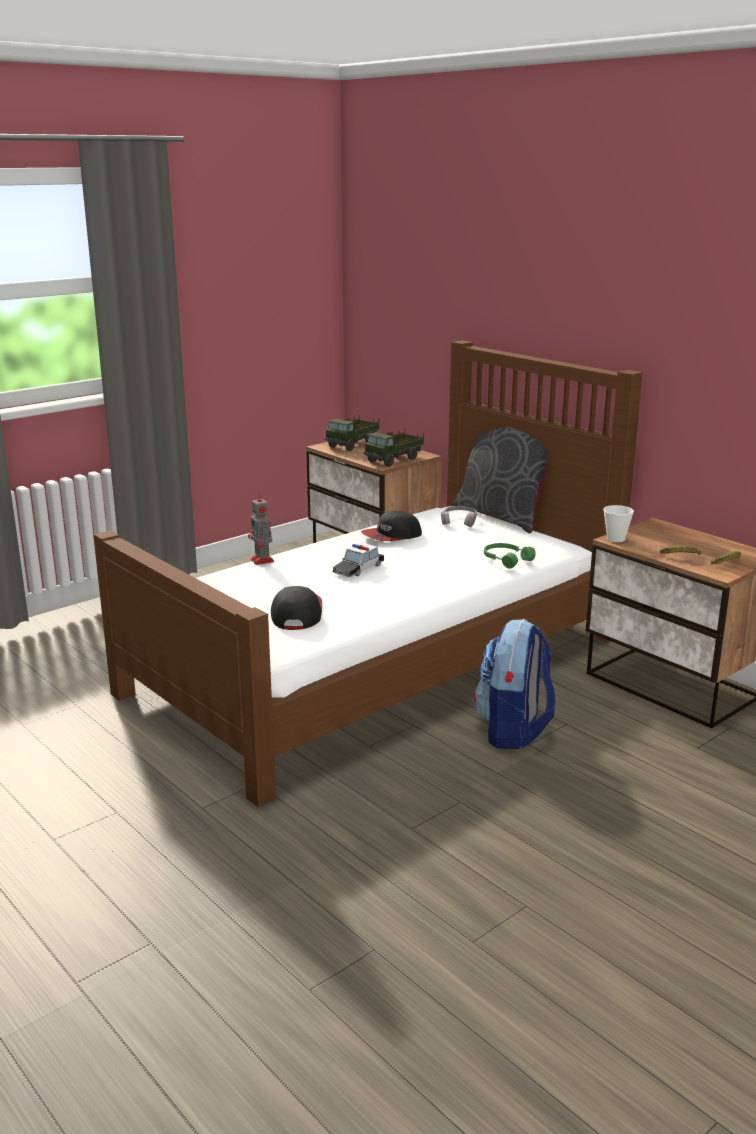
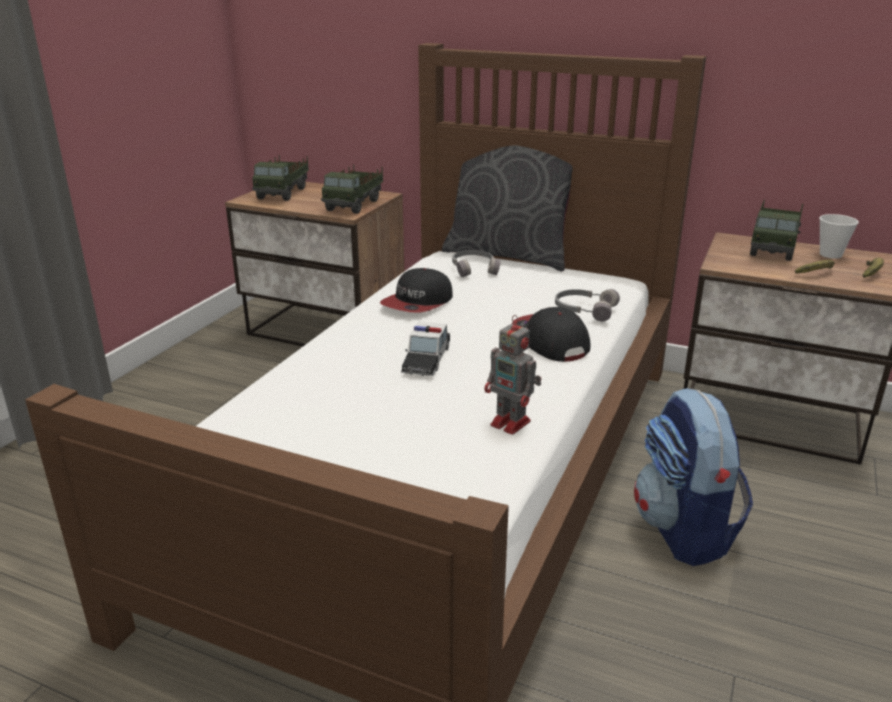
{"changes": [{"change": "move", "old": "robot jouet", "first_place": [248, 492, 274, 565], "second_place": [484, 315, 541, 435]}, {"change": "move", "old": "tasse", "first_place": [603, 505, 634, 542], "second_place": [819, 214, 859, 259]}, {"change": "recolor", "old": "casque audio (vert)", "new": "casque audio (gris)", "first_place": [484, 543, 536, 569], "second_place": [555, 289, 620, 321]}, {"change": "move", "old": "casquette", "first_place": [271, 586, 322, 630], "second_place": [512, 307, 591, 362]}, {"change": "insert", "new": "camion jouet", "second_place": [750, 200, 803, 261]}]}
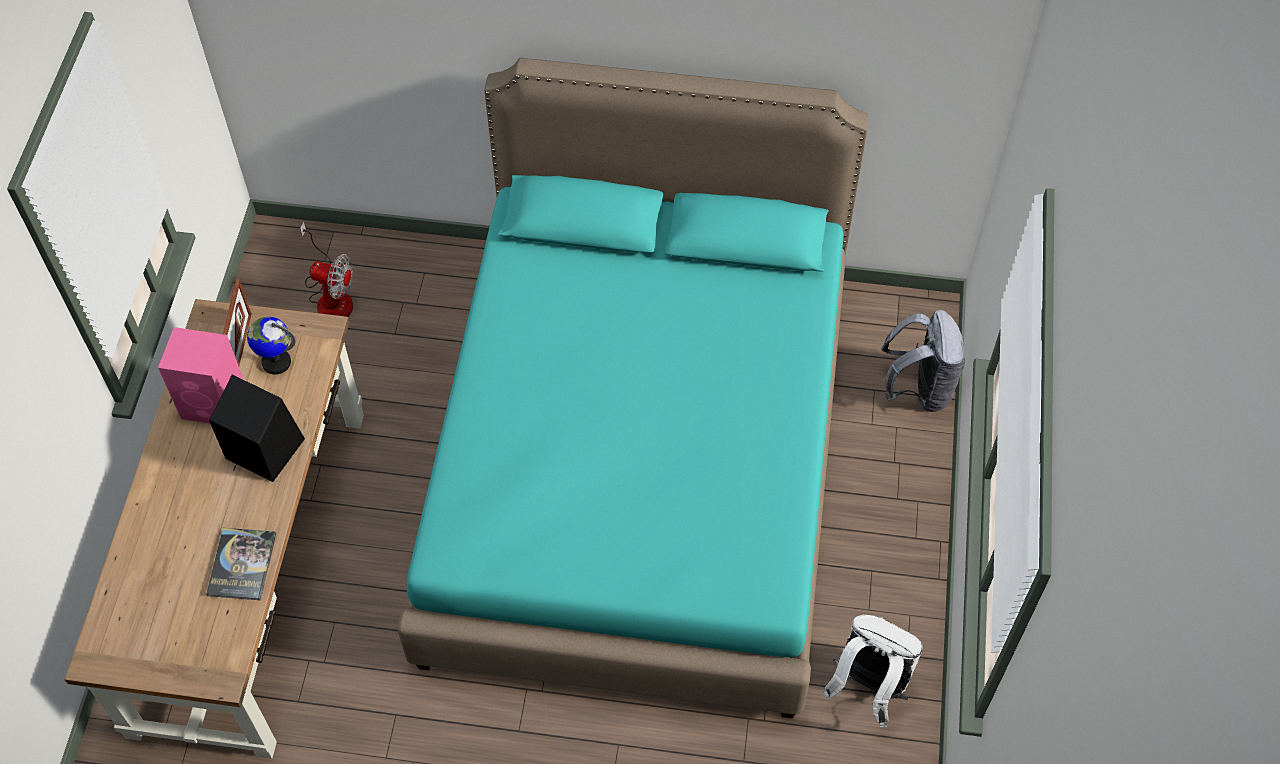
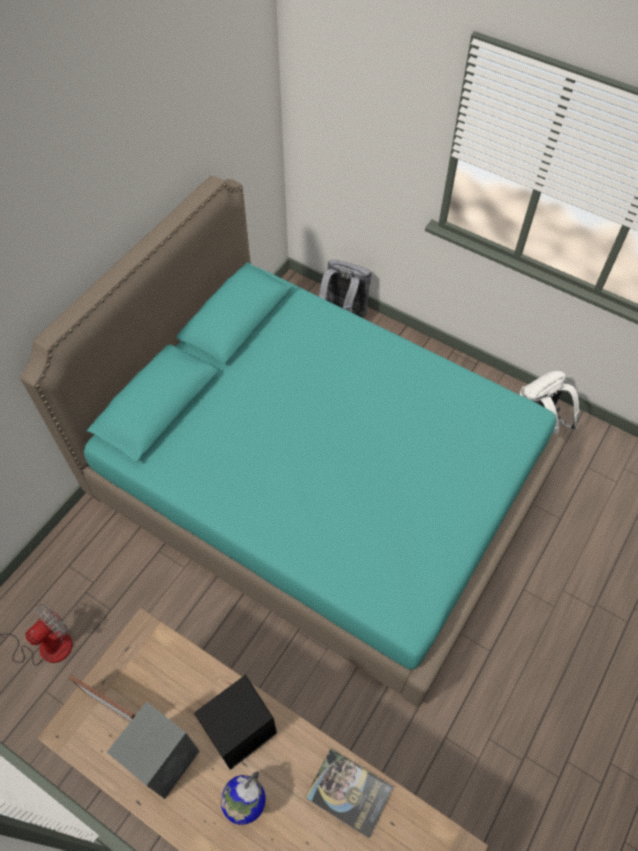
{"changes": [{"change": "move", "old": "globe", "first_place": [247, 317, 296, 375], "second_place": [221, 771, 265, 825]}, {"change": "recolor", "old": "enceinte (rose)", "new": "enceinte (gris)", "first_place": [158, 327, 244, 424], "second_place": [107, 702, 200, 799]}]}
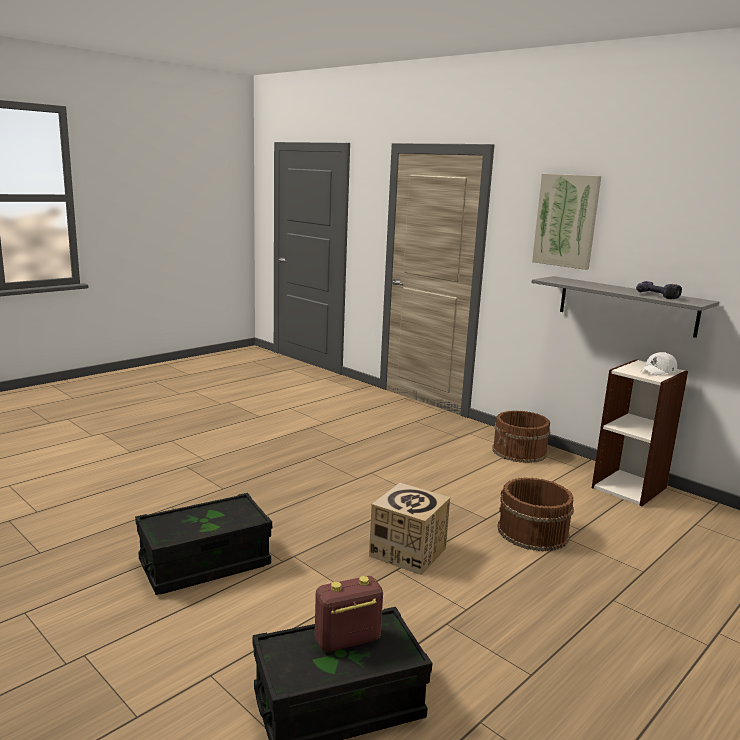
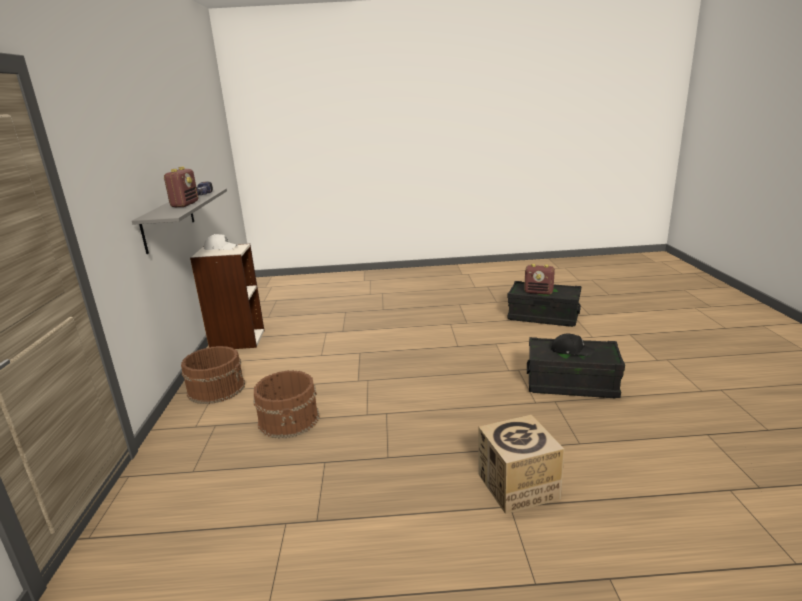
{"changes": [{"change": "delete", "old": "tableau", "first_place": [532, 174, 601, 270]}, {"change": "move", "old": "seau (marron)", "first_place": [497, 477, 574, 551], "second_place": [254, 370, 320, 439]}, {"change": "move", "old": "carton", "first_place": [369, 482, 450, 575], "second_place": [478, 415, 564, 514]}, {"change": "insert", "new": "radio", "second_place": [164, 167, 198, 207]}, {"change": "insert", "new": "casquette (noir)", "second_place": [551, 333, 595, 356]}]}
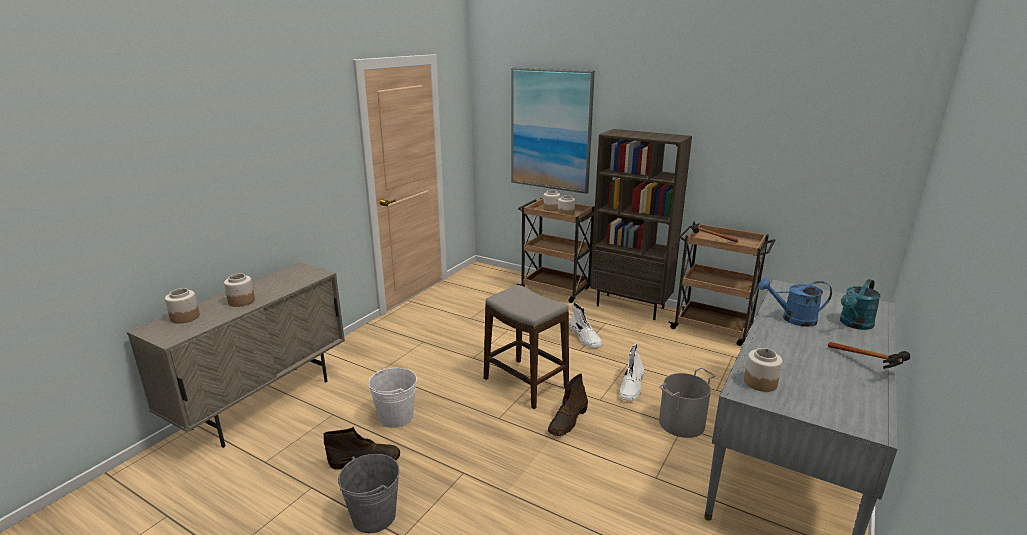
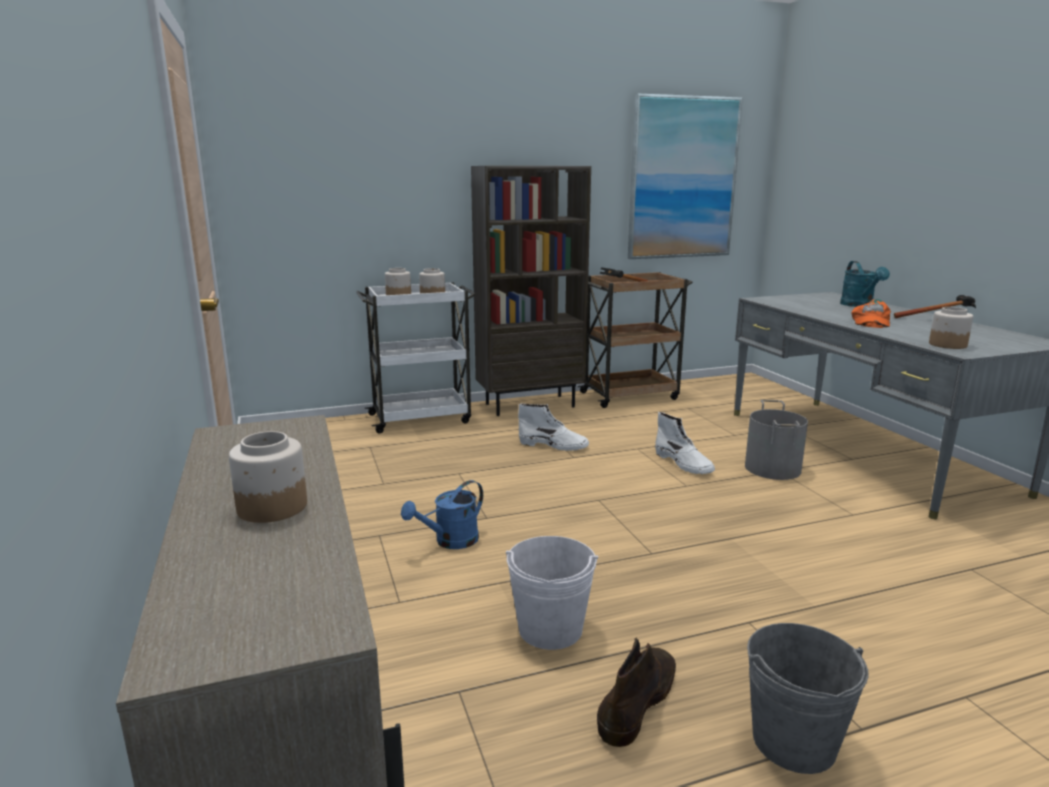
{"changes": [{"change": "move", "old": "tableau", "first_place": [511, 68, 595, 194], "second_place": [628, 93, 743, 259]}, {"change": "recolor", "old": "chariot (marron)", "new": "chariot (blanc)", "first_place": [517, 198, 595, 303], "second_place": [356, 282, 476, 434]}, {"change": "move", "old": "arrosoir (bleu)", "first_place": [758, 278, 832, 327], "second_place": [401, 480, 483, 549]}, {"change": "delete", "old": "tabouret", "first_place": [484, 285, 569, 409]}, {"change": "delete", "old": "bocal", "first_place": [165, 288, 200, 324]}, {"change": "delete", "old": "botte (marron)", "first_place": [548, 374, 588, 436]}, {"change": "insert", "new": "casquette (orange)", "second_place": [851, 299, 891, 328]}]}
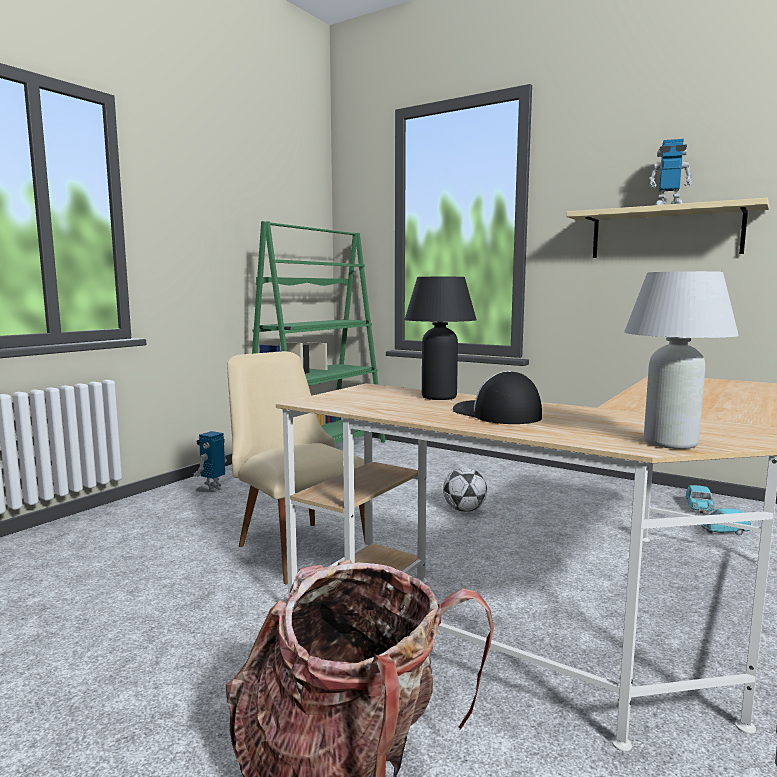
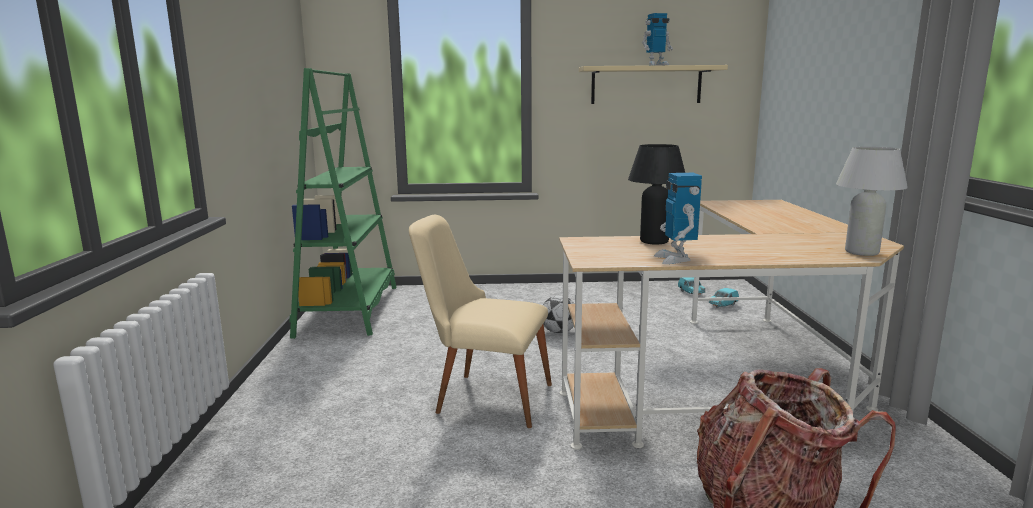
{"changes": [{"change": "delete", "old": "casquette", "first_place": [453, 371, 542, 424]}, {"change": "move", "old": "robot jouet", "first_place": [193, 431, 227, 492], "second_place": [654, 173, 702, 264]}]}
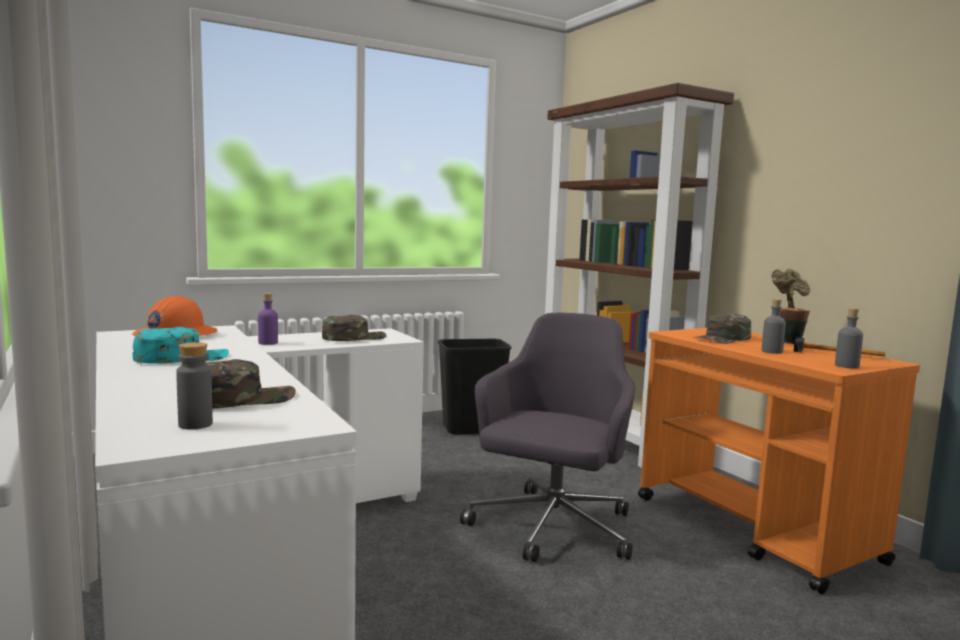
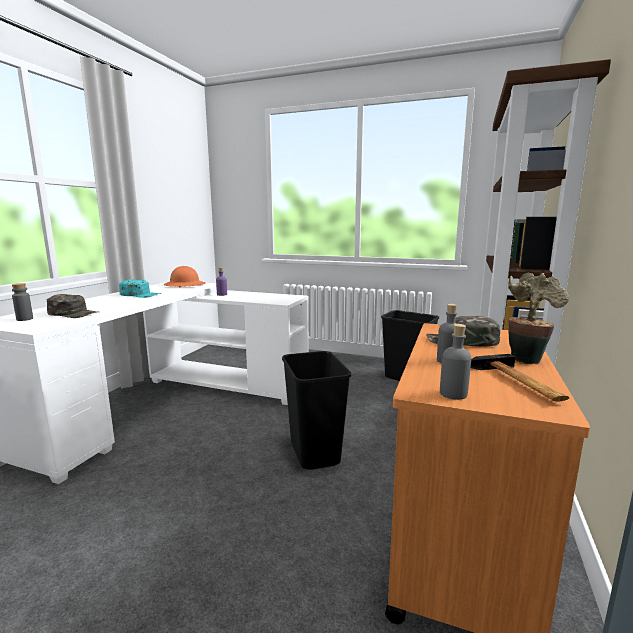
{"changes": [{"change": "replace", "old": "chaise de bureau (gris)", "new": "poubelle (noir)", "first_place": [460, 313, 635, 562], "second_place": [282, 351, 351, 470]}, {"change": "delete", "old": "casquette (vert)", "first_place": [322, 315, 386, 341]}]}
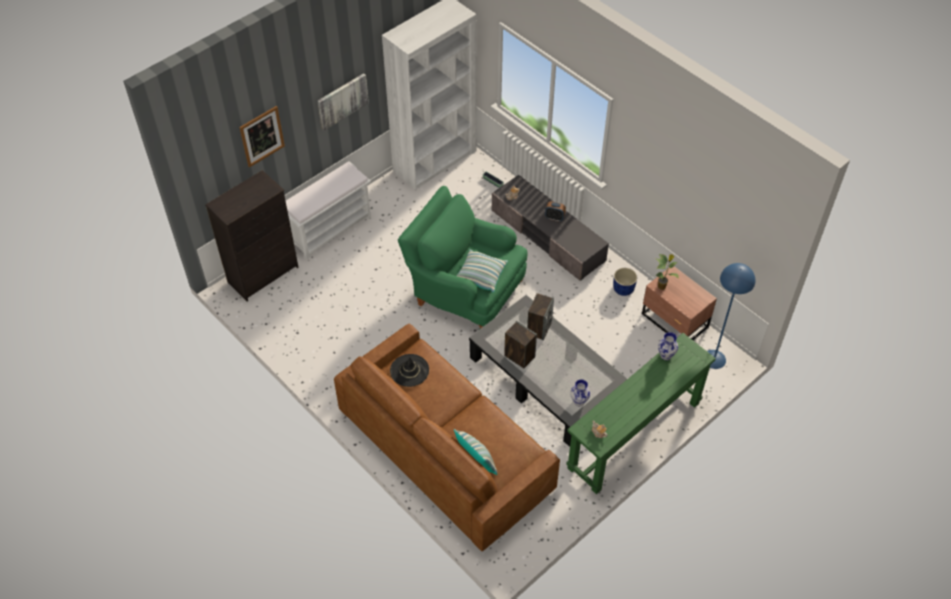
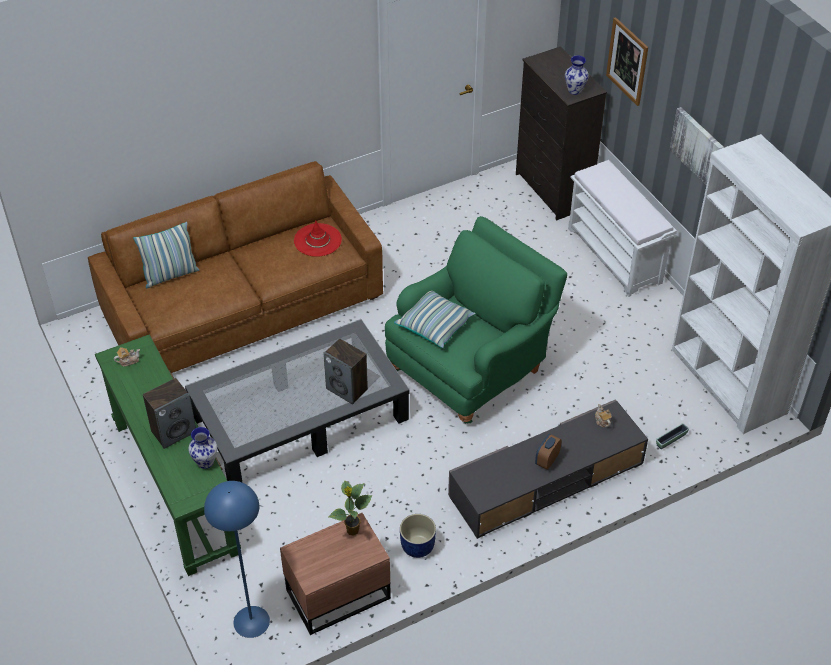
{"changes": [{"change": "move", "old": "enceinte", "first_place": [504, 321, 537, 368], "second_place": [143, 378, 196, 449]}, {"change": "recolor", "old": "chapeau (noir)", "new": "chapeau (rouge)", "first_place": [390, 354, 429, 387], "second_place": [294, 220, 342, 257]}, {"change": "move", "old": "vase", "first_place": [570, 379, 590, 407], "second_place": [565, 55, 589, 95]}]}
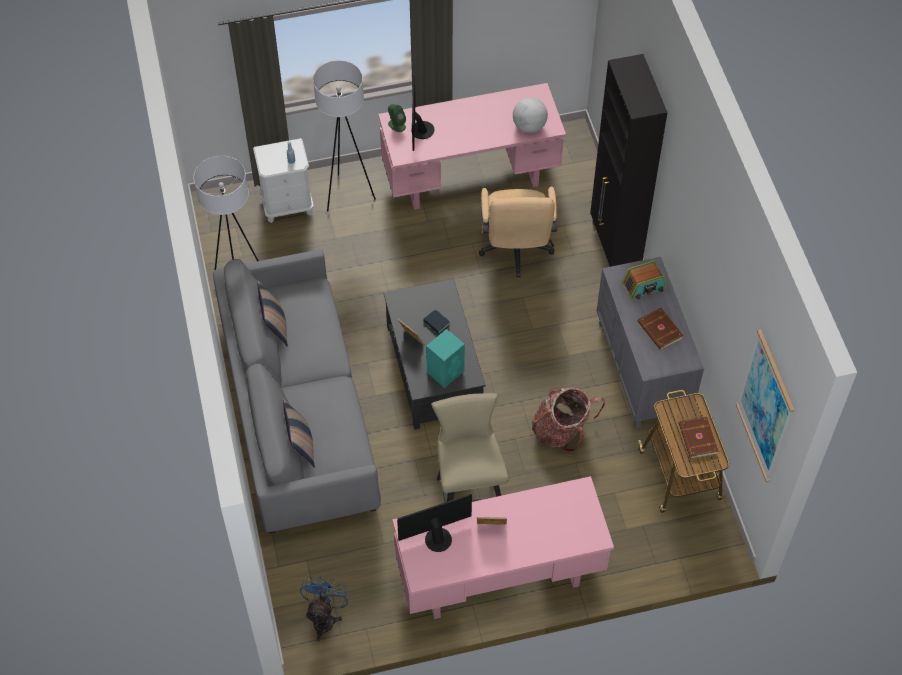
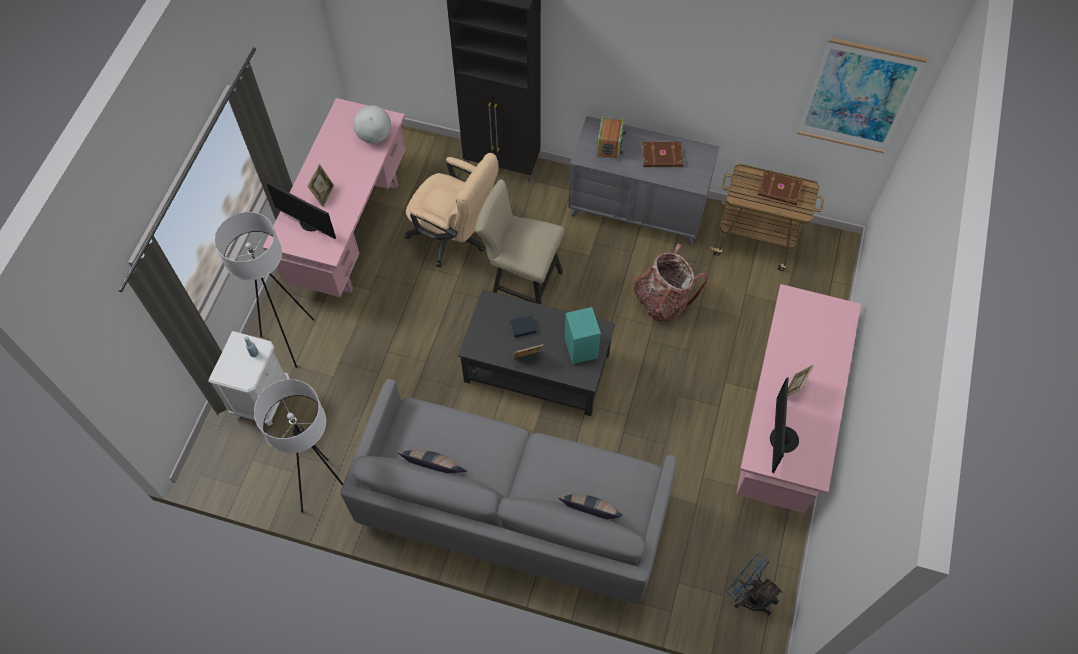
{"changes": [{"change": "delete", "old": "enceinte (vert)", "first_place": [388, 104, 406, 132]}, {"change": "move", "old": "tabouret (beige)", "first_place": [431, 393, 509, 503], "second_place": [475, 179, 565, 305]}, {"change": "insert", "new": "cadre photo", "second_place": [308, 164, 334, 207]}]}
